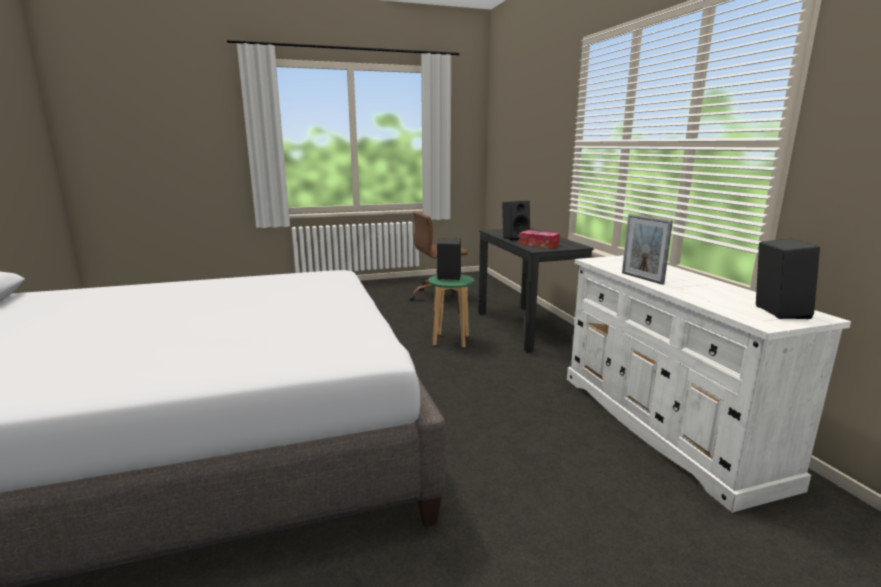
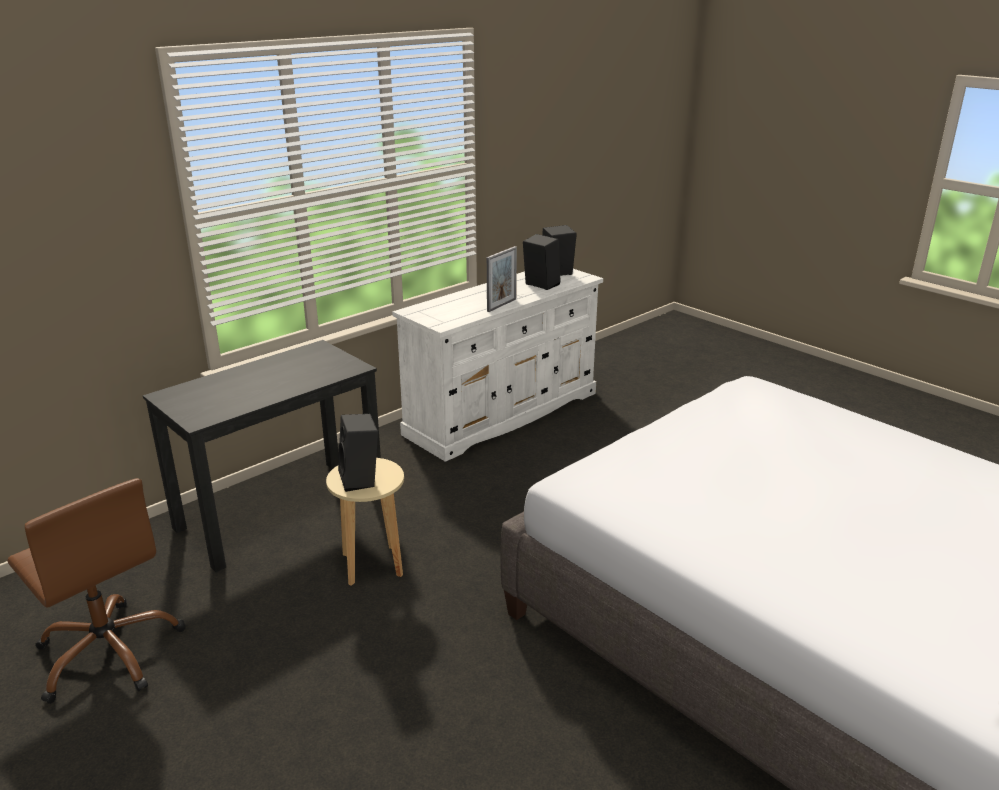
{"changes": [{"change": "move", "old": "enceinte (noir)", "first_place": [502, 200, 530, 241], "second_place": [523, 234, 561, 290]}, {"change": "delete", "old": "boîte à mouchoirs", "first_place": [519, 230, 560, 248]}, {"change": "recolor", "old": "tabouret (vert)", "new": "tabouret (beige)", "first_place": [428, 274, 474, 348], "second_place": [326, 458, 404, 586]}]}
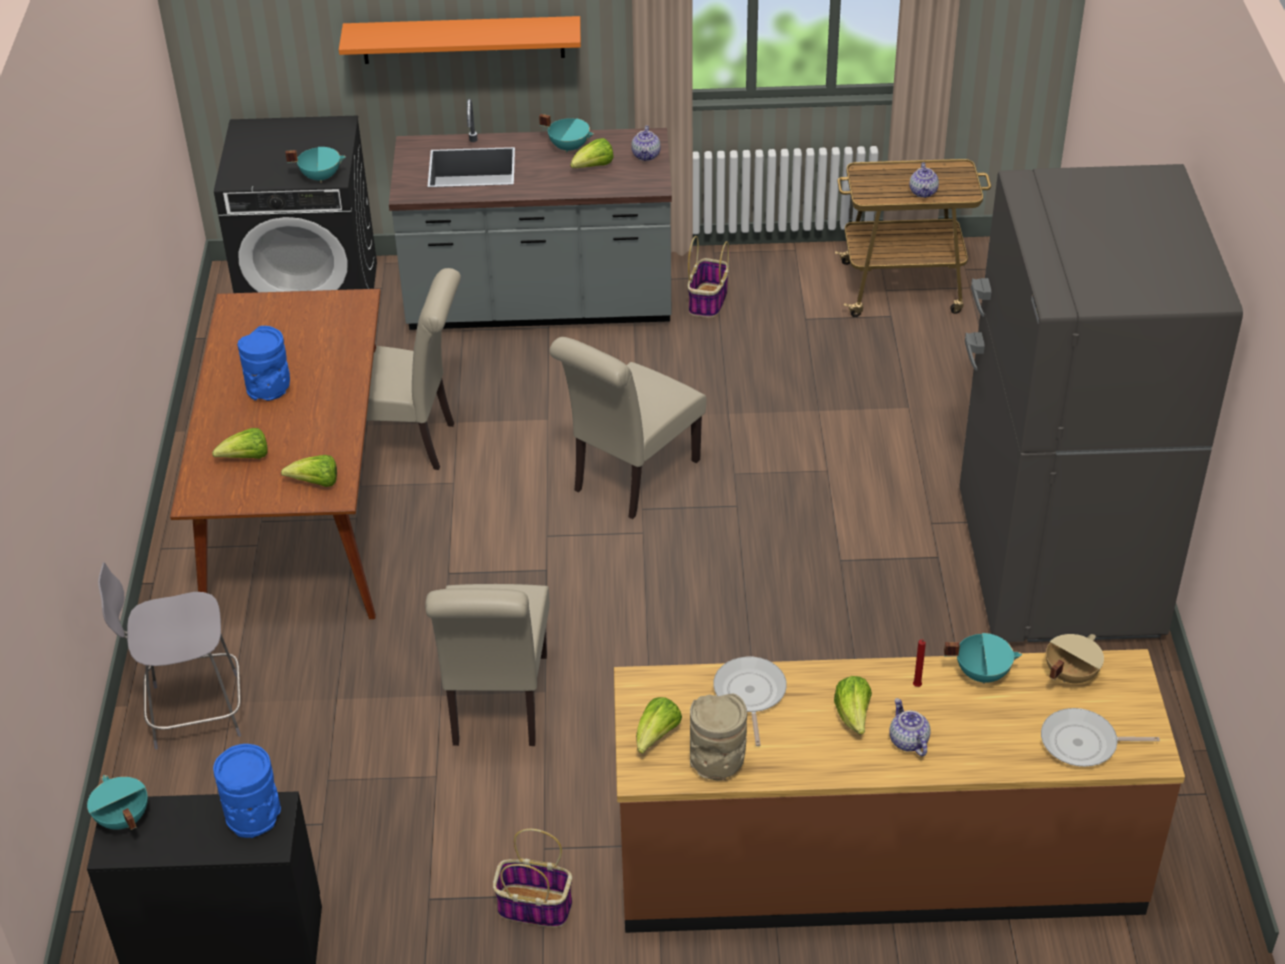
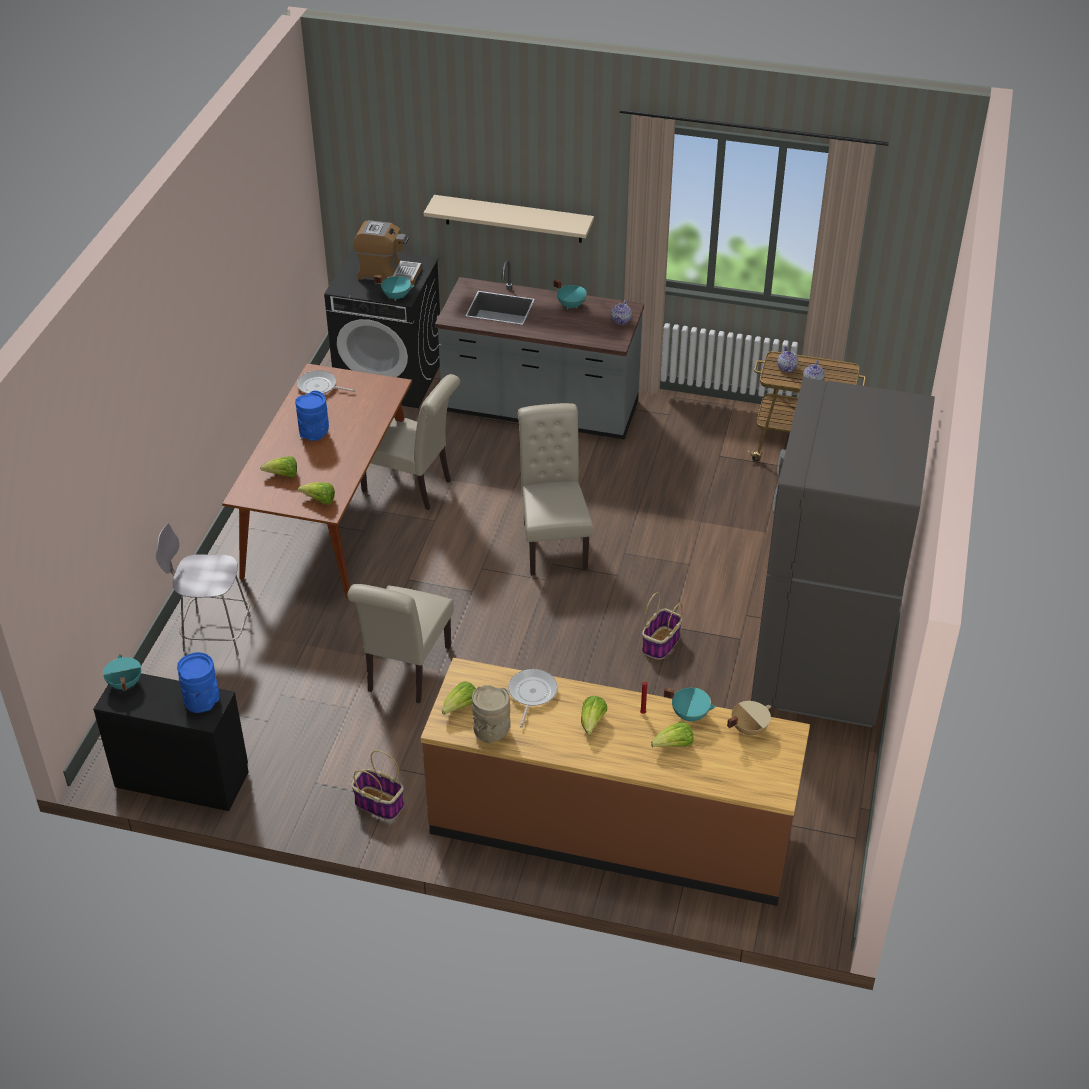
{"changes": [{"change": "recolor", "old": "étagère (orange)", "new": "étagère (beige)", "first_place": [339, 16, 581, 64], "second_place": [424, 195, 594, 243]}, {"change": "move", "old": "laitue", "first_place": [570, 138, 614, 168], "second_place": [651, 722, 693, 747]}, {"change": "move", "old": "panier", "first_place": [688, 236, 729, 318], "second_place": [642, 592, 683, 660]}, {"change": "rotate", "old": "chaise (beige)", "first_place": [549, 337, 706, 519], "second_place": [518, 403, 593, 575], "degrees": 120}, {"change": "move", "old": "théière", "first_place": [889, 698, 931, 756], "second_place": [777, 346, 798, 373]}, {"change": "move", "old": "poêle", "first_place": [1041, 708, 1160, 767], "second_place": [297, 370, 356, 394]}, {"change": "insert", "new": "machine à café", "second_place": [353, 220, 422, 285]}]}
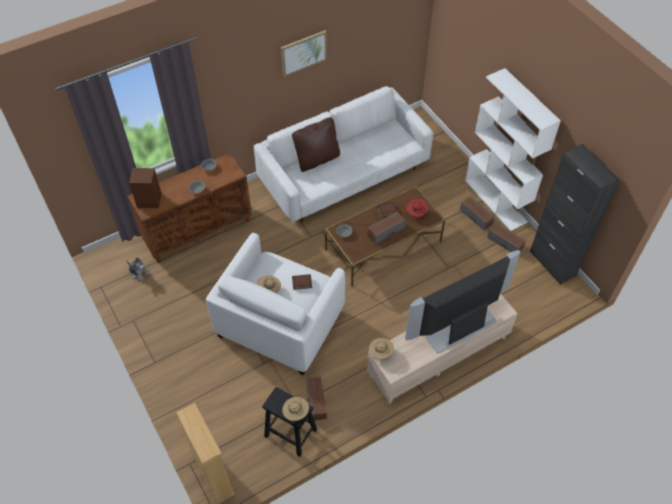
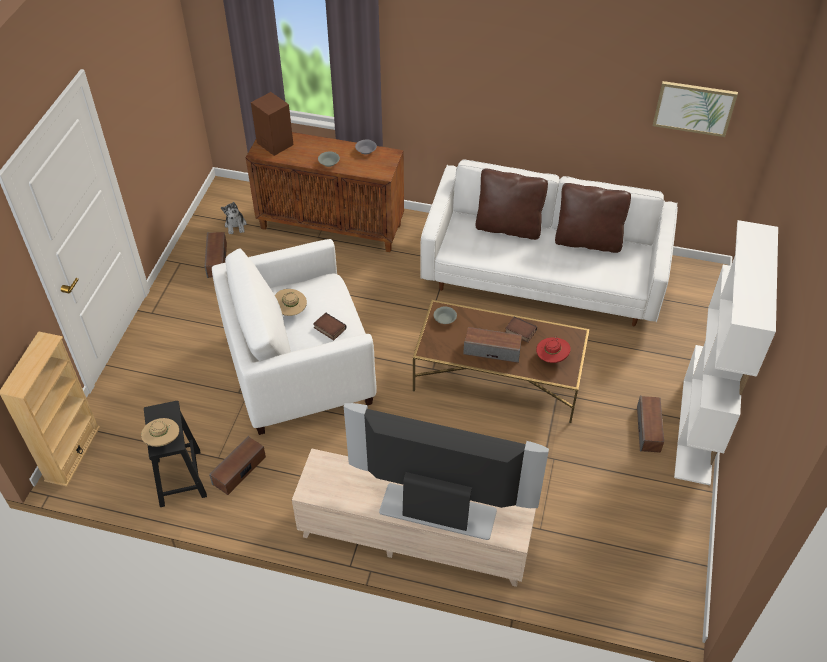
{"changes": [{"change": "move", "old": "tableau", "first_place": [281, 30, 327, 77], "second_place": [653, 81, 738, 137]}, {"change": "delete", "old": "meuble de rangement (noir)", "first_place": [530, 144, 619, 285]}, {"change": "move", "old": "enceinte", "first_place": [487, 223, 526, 252], "second_place": [204, 232, 227, 278]}, {"change": "delete", "old": "chapeau (beige)", "first_place": [369, 338, 394, 360]}, {"change": "insert", "new": "coussin (marron)", "second_place": [555, 183, 631, 253]}]}
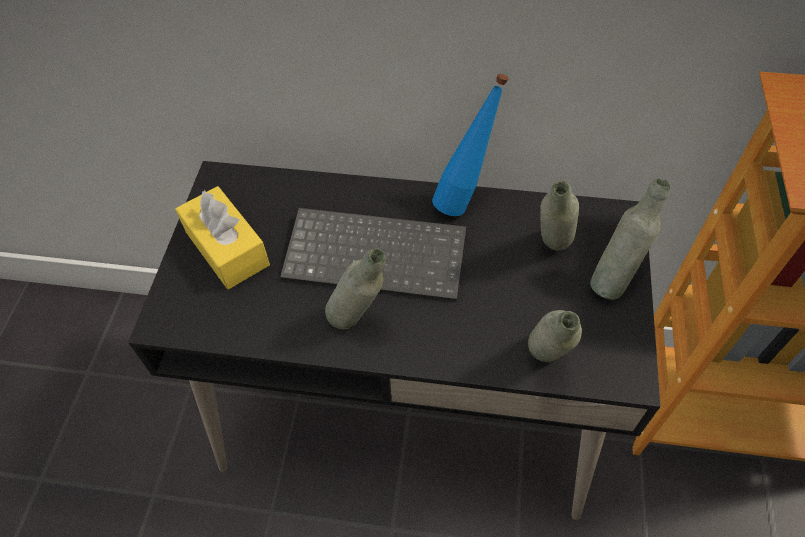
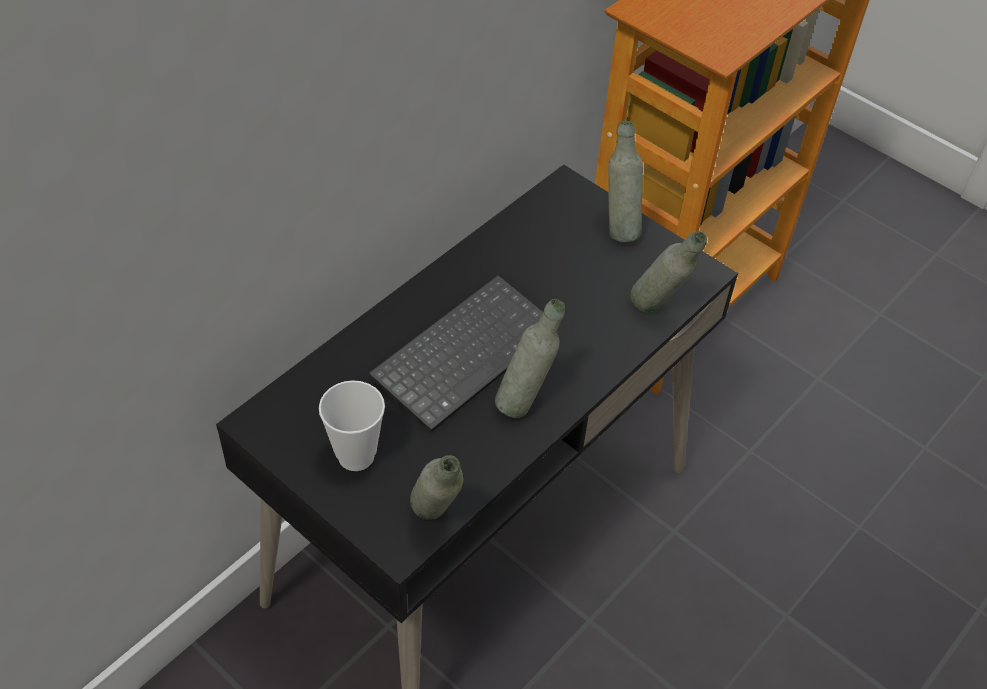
{"changes": [{"change": "delete", "old": "bouteille (bleu)", "first_place": [432, 74, 509, 216]}, {"change": "move", "old": "bouteille (gris)", "first_place": [540, 181, 579, 251], "second_place": [410, 455, 464, 520]}, {"change": "replace", "old": "boîte à mouchoirs (jaune)", "new": "tasse", "first_place": [175, 186, 270, 289], "second_place": [319, 380, 385, 471]}]}
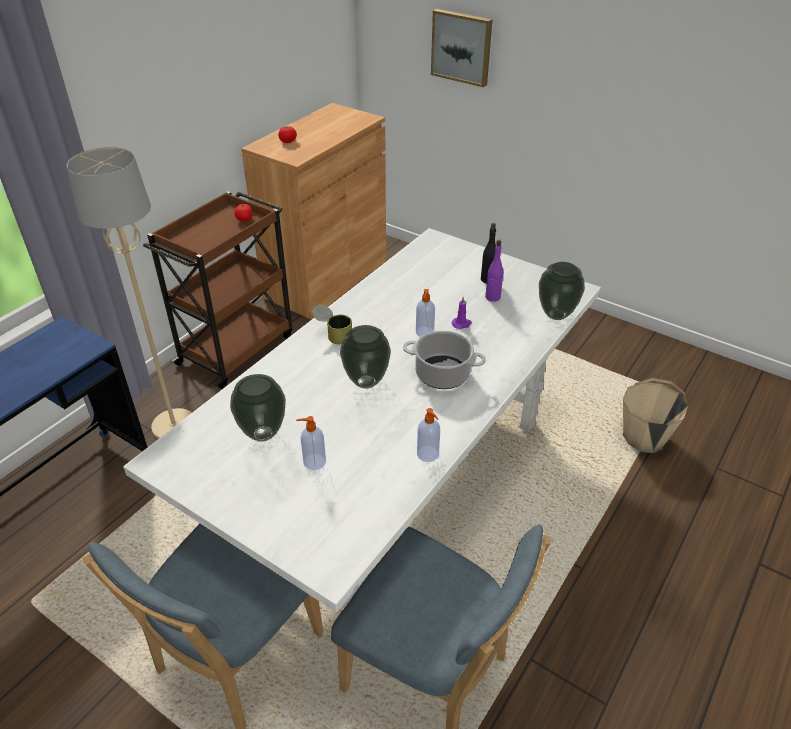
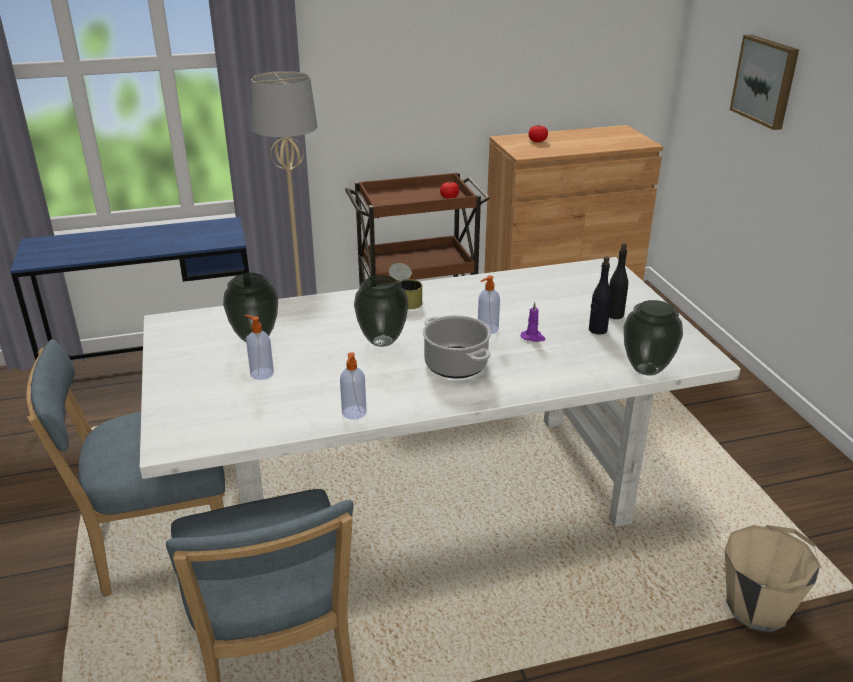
{"changes": [{"change": "recolor", "old": "bouteille (violet)", "new": "bouteille (noir)", "first_place": [485, 240, 503, 302], "second_place": [589, 256, 611, 335]}]}
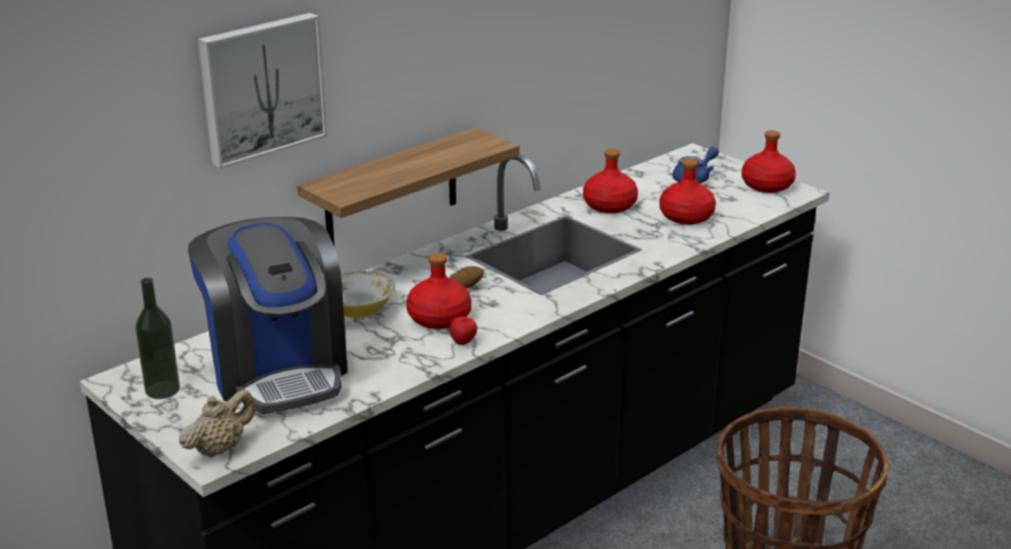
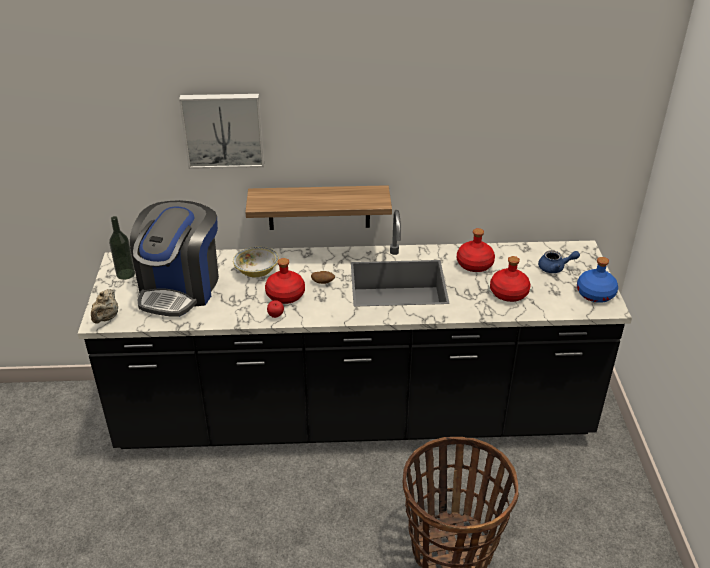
{"changes": [{"change": "recolor", "old": "bouteille (rouge)", "new": "bouteille (bleu)", "first_place": [742, 130, 796, 193], "second_place": [577, 257, 618, 303]}, {"change": "rotate", "old": "théière (beige)", "first_place": [179, 390, 256, 458], "second_place": [91, 289, 118, 324], "degrees": 105}]}
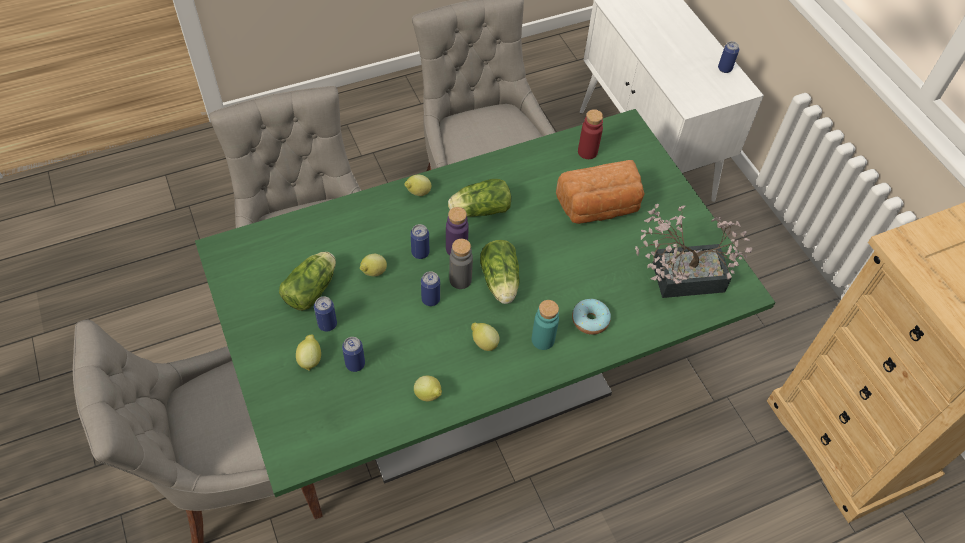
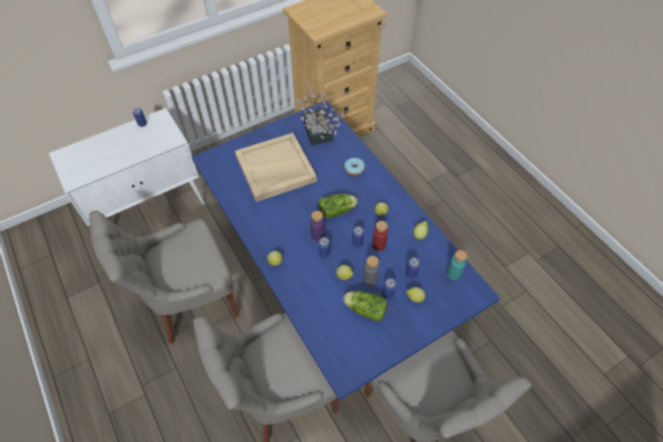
{"changes": [{"change": "recolor", "old": "table à manger (vert)", "new": "table à manger (bleu)", "first_place": [195, 109, 775, 497], "second_place": [192, 100, 500, 401]}, {"change": "move", "old": "bouteille (rouge)", "first_place": [578, 109, 603, 159], "second_place": [372, 221, 388, 251]}, {"change": "replace", "old": "pain", "new": "plateau (beige)", "first_place": [556, 160, 645, 224], "second_place": [235, 133, 317, 202]}, {"change": "delete", "old": "laitue", "first_place": [448, 179, 511, 217]}, {"change": "move", "old": "bouteille (gris)", "first_place": [449, 239, 473, 289], "second_place": [363, 256, 379, 286]}, {"change": "move", "old": "bouteille (turquoise)", "first_place": [532, 300, 559, 350], "second_place": [447, 250, 467, 280]}]}
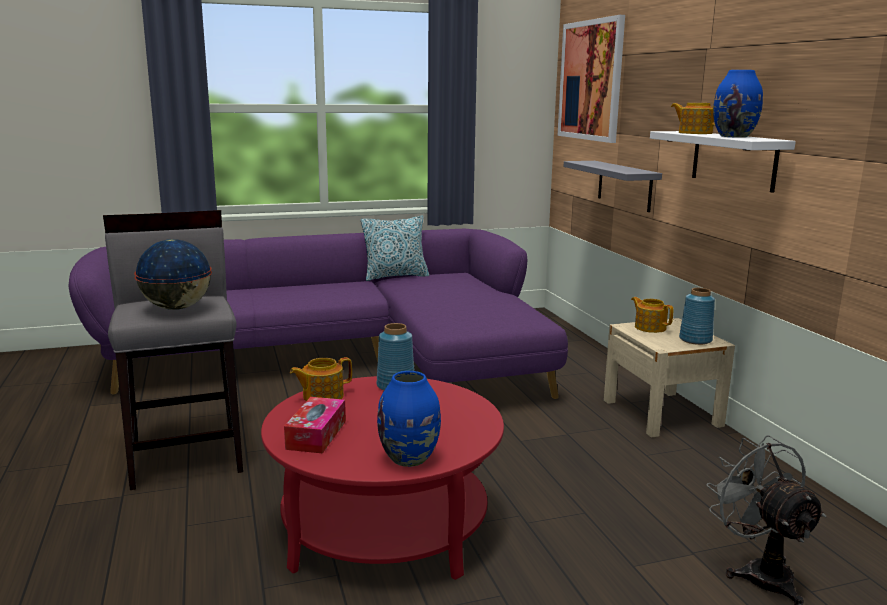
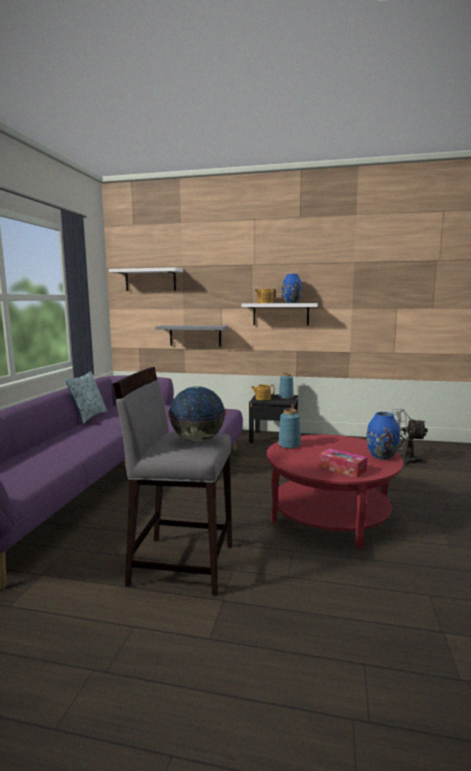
{"changes": [{"change": "replace", "old": "tableau", "new": "étagère (blanc)", "first_place": [557, 15, 625, 143], "second_place": [109, 267, 183, 291]}, {"change": "recolor", "old": "table de chevet (beige)", "new": "table de chevet (noir)", "first_place": [604, 318, 735, 438], "second_place": [249, 394, 298, 443]}, {"change": "delete", "old": "théière", "first_place": [290, 357, 352, 401]}]}
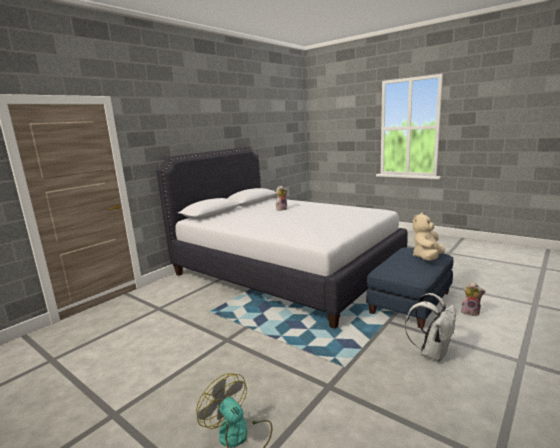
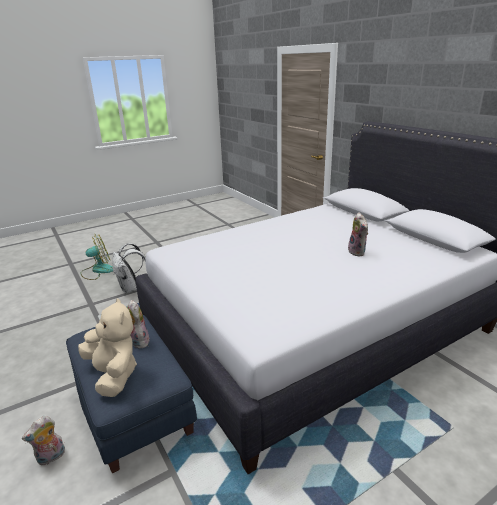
{"changes": [{"change": "move", "old": "sac à dos (blanc)", "first_place": [405, 293, 456, 362], "second_place": [112, 243, 146, 294]}, {"change": "insert", "new": "peluche", "second_place": [127, 300, 149, 348]}]}
